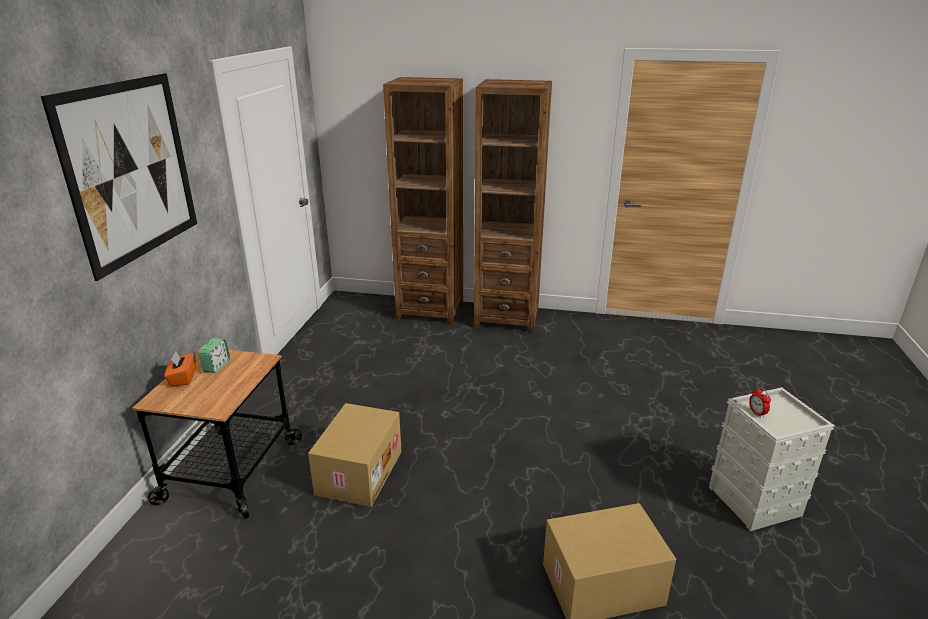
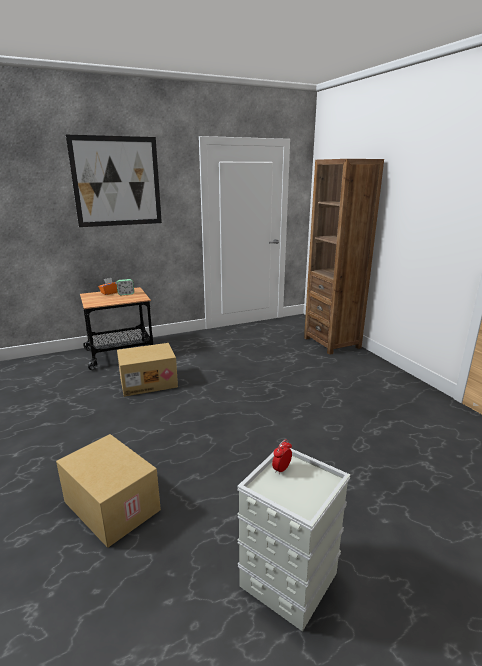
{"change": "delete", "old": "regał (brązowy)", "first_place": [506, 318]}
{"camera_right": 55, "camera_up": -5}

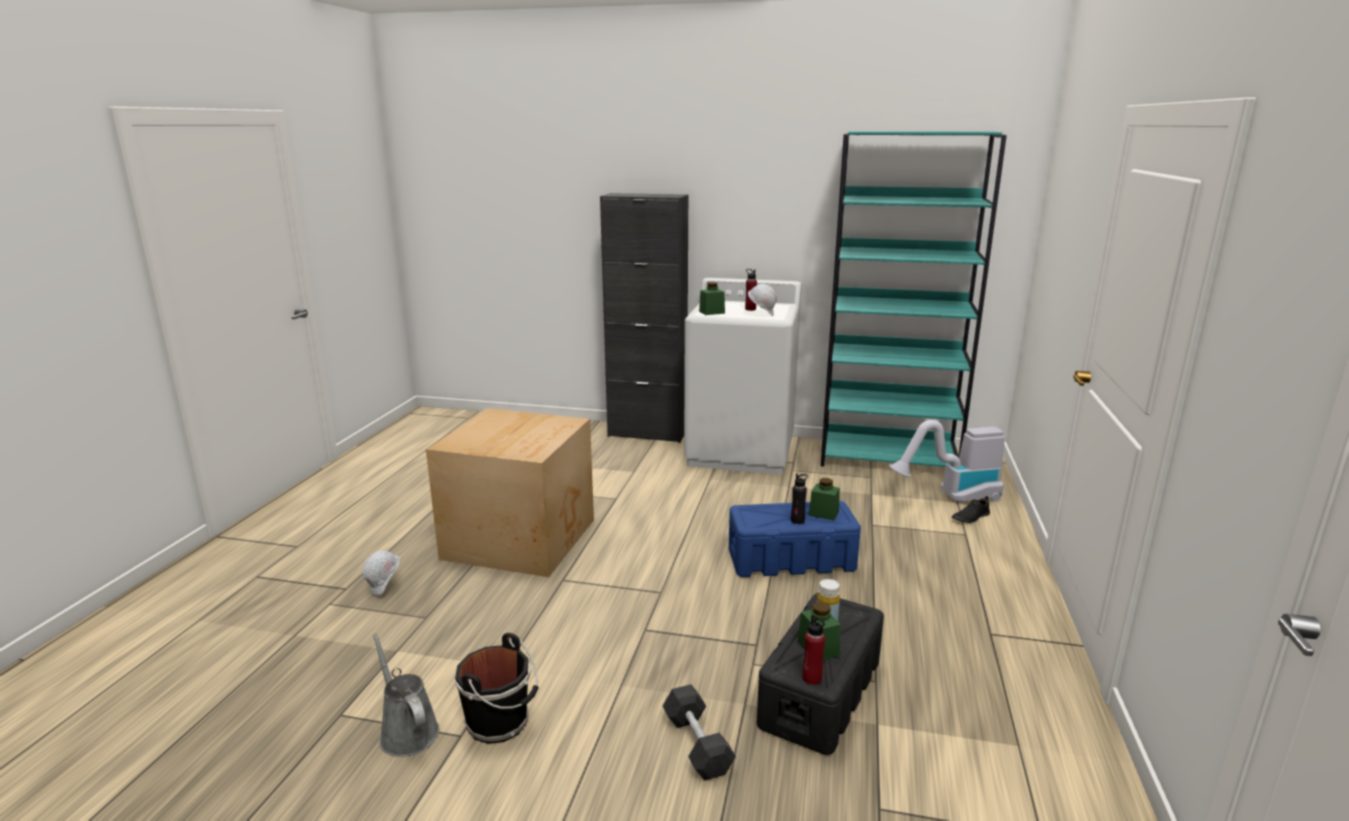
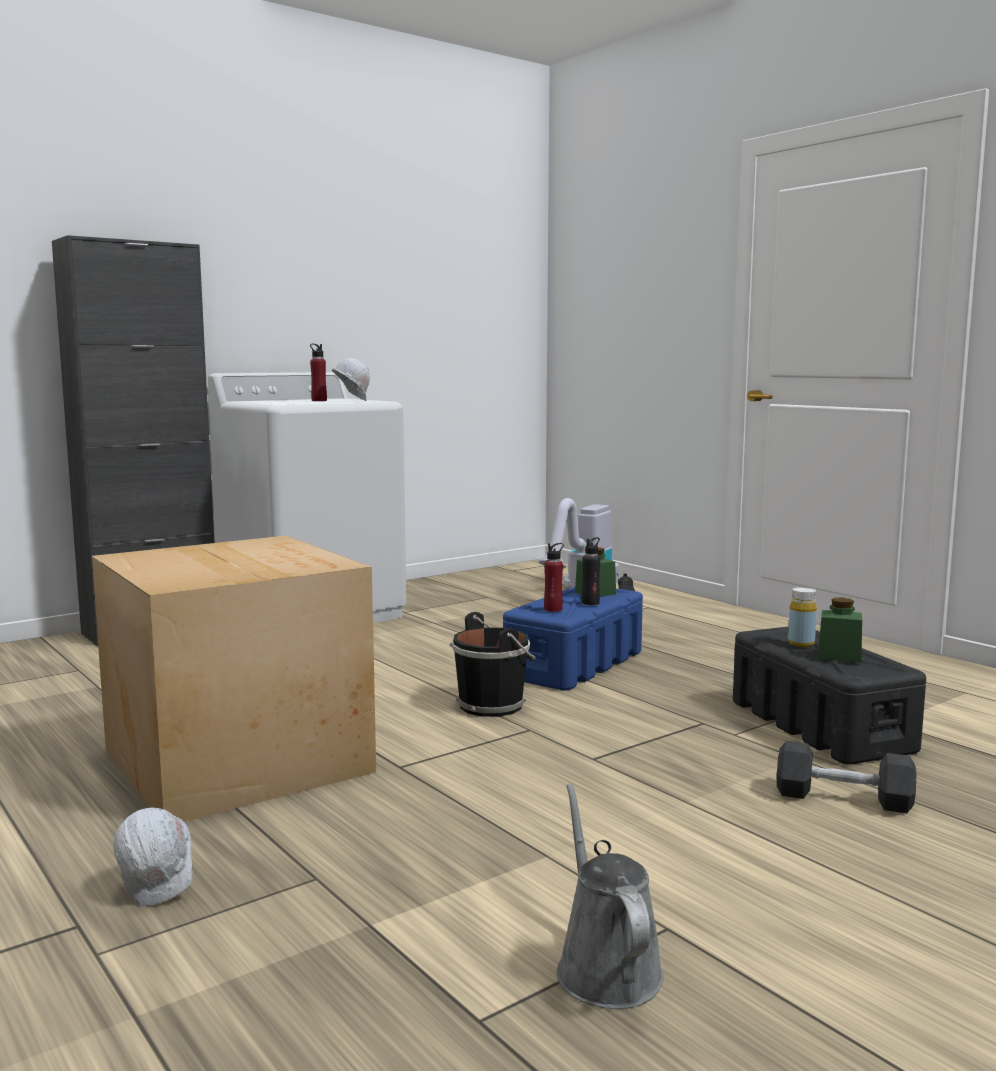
{"change": "move", "old": "wiadro (czarny)", "first_place": [500, 722], "second_place": [494, 705]}
{"change": "move", "old": "butelka (czerwony)", "first_place": [812, 678], "second_place": [553, 609]}
{"change": "rotate", "old": "konewka (szary)", "first_place": [407, 731], "second_place": [605, 968], "degrees": 75}
{"change": "delete", "old": "słoik (zielony)", "first_place": [712, 312]}
{"change": "delete", "old": "regał (turkusowy)", "first_place": [888, 458]}
{"camera_right": -50, "camera_up": -10}

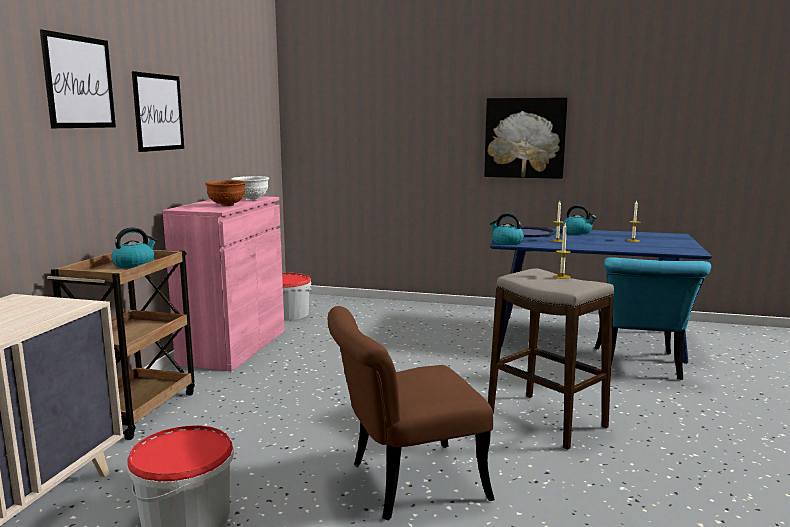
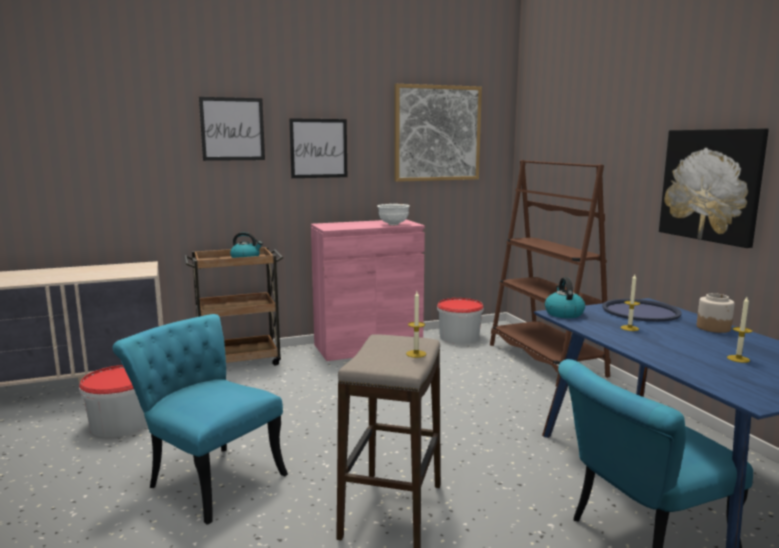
{"change": "recolor", "old": "krzesło (brązowy)", "new": "krzesło (turkusowy)", "first_place": [404, 483], "second_place": [208, 477]}
{"change": "insert", "new": "obraz", "second_place": [437, 133]}
{"change": "insert", "new": "regał (brązowy)", "second_place": [545, 360]}
{"change": "replace", "old": "czajnik", "new": "słoik", "first_place": [577, 232], "second_place": [713, 328]}
{"change": "delete", "old": "miska (brązowy)", "first_place": [226, 205]}
{"camera_right": 55, "camera_up": 0}

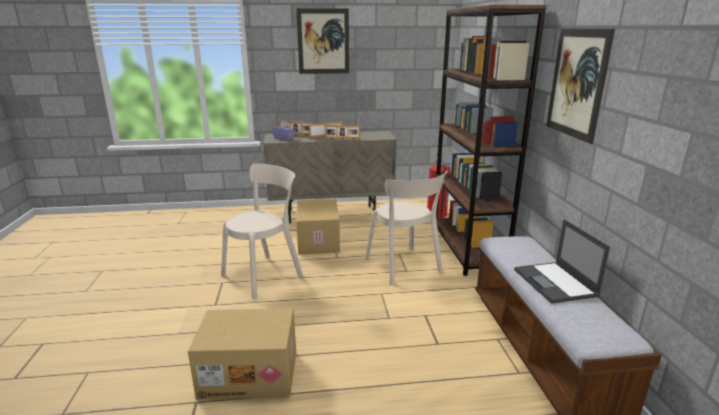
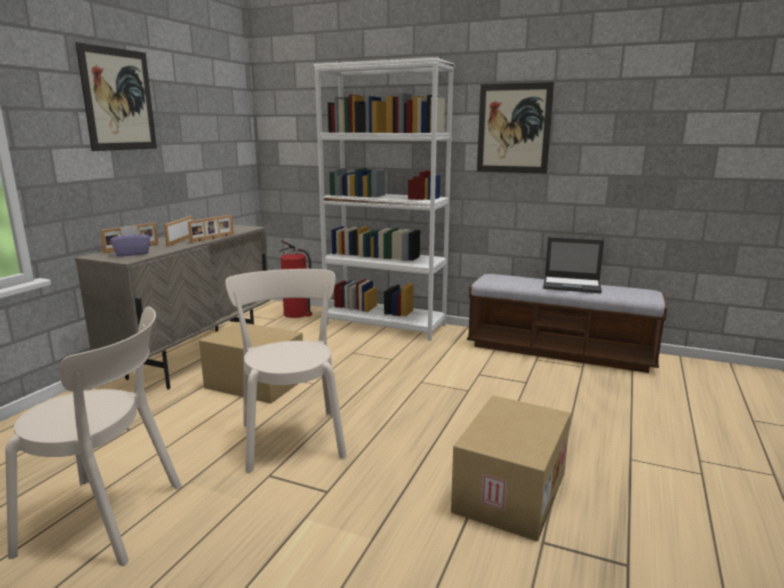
{"change": "move", "old": "krzesło (beżowy)", "first_place": [404, 266], "second_place": [110, 519]}
{"change": "recolor", "old": "regał (brązowy)", "new": "regał (biały)", "first_place": [467, 248], "second_place": [385, 324]}
{"camera_right": -60, "camera_up": -5}

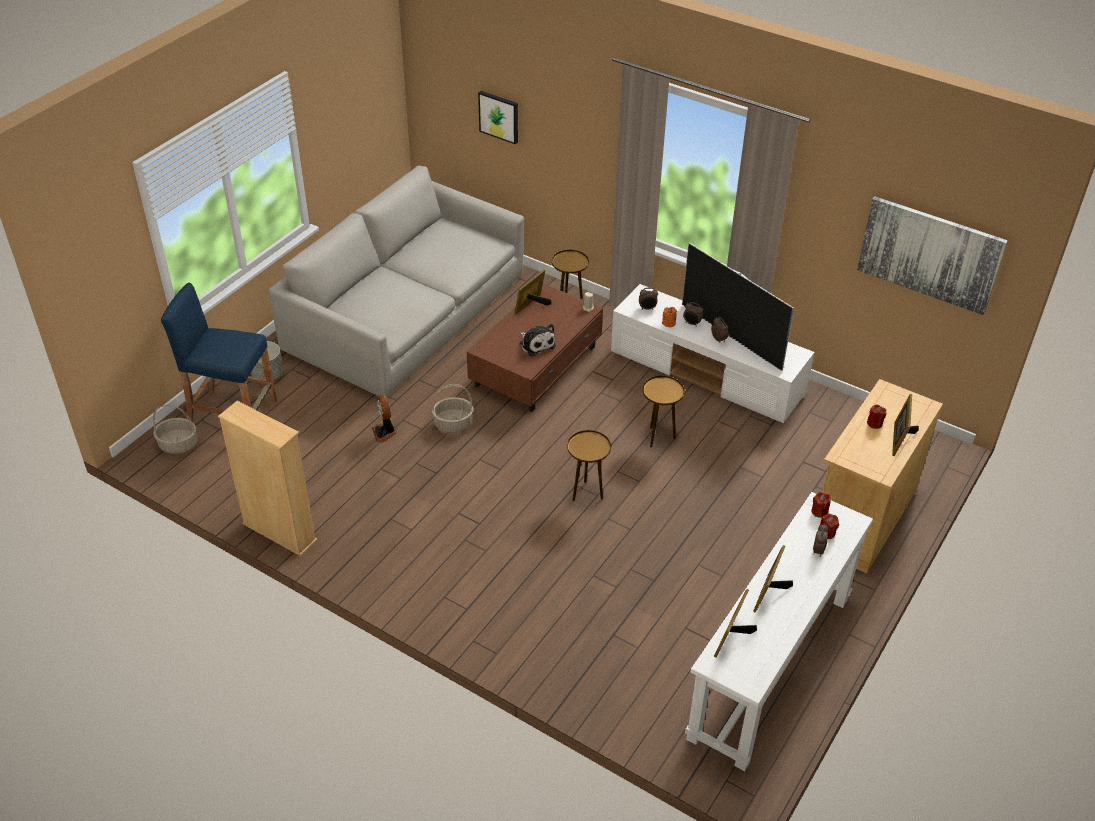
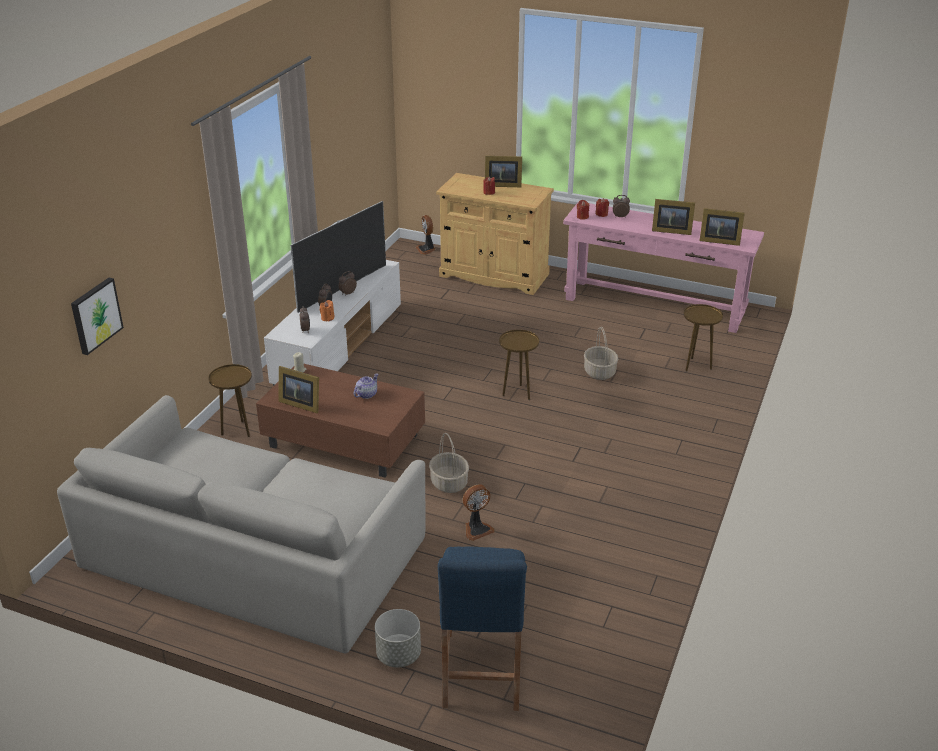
{"change": "replace", "old": "pluszak", "new": "imbryk", "first_place": [536, 344], "second_place": [366, 394]}
{"change": "insert", "new": "wentylator", "second_place": [426, 249]}
{"change": "recolor", "old": "stolik konsolowy (biały)", "new": "stolik konsolowy (różowy)", "first_place": [770, 666], "second_place": [654, 305]}
{"change": "move", "old": "koszyk", "first_place": [178, 445], "second_place": [600, 372]}
{"change": "move", "old": "stolik (brązowy)", "first_place": [658, 437], "second_place": [696, 366]}
{"change": "delete", "old": "regał (beżowy)", "first_place": [279, 532]}
{"change": "delete", "old": "obraz", "first_place": [930, 254]}
{"camera_right": -100, "camera_up": -10}

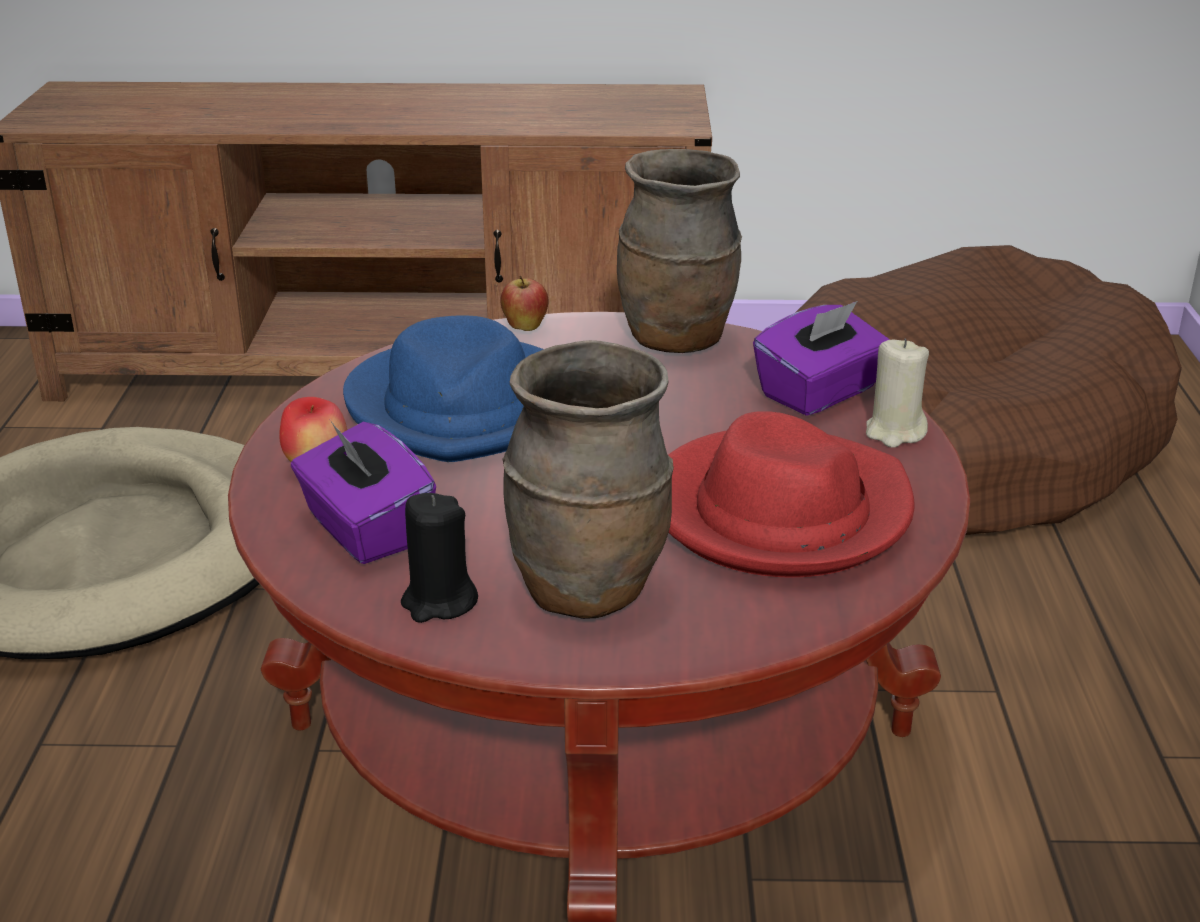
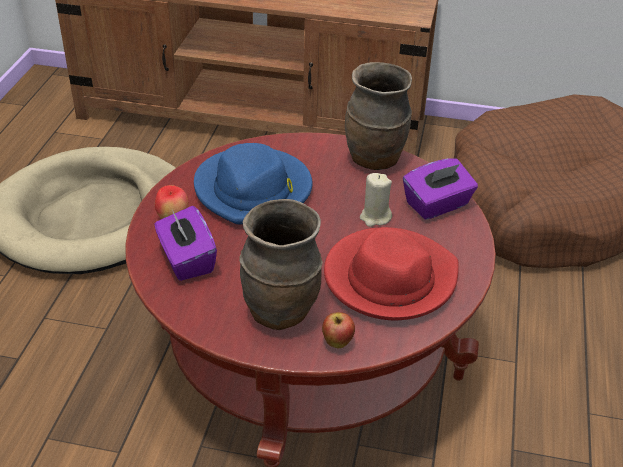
{"change": "move", "old": "jabłko", "first_place": [525, 329], "second_place": [337, 343]}
{"change": "move", "old": "świeca (beżowy)", "first_place": [894, 432], "second_place": [375, 217]}
{"change": "delete", "old": "świeca (czarny)", "first_place": [439, 602]}
{"camera_right": 10, "camera_up": 10}

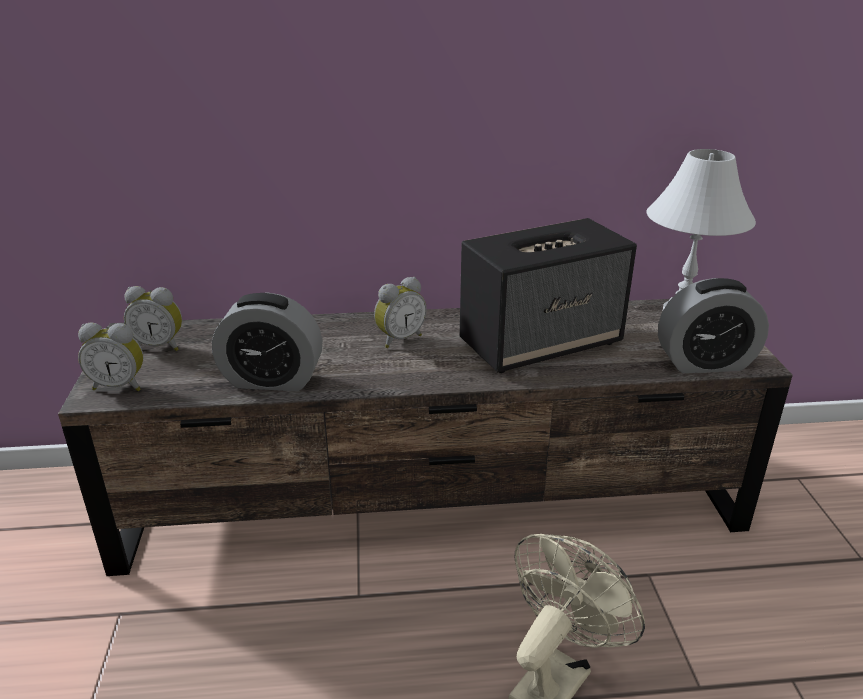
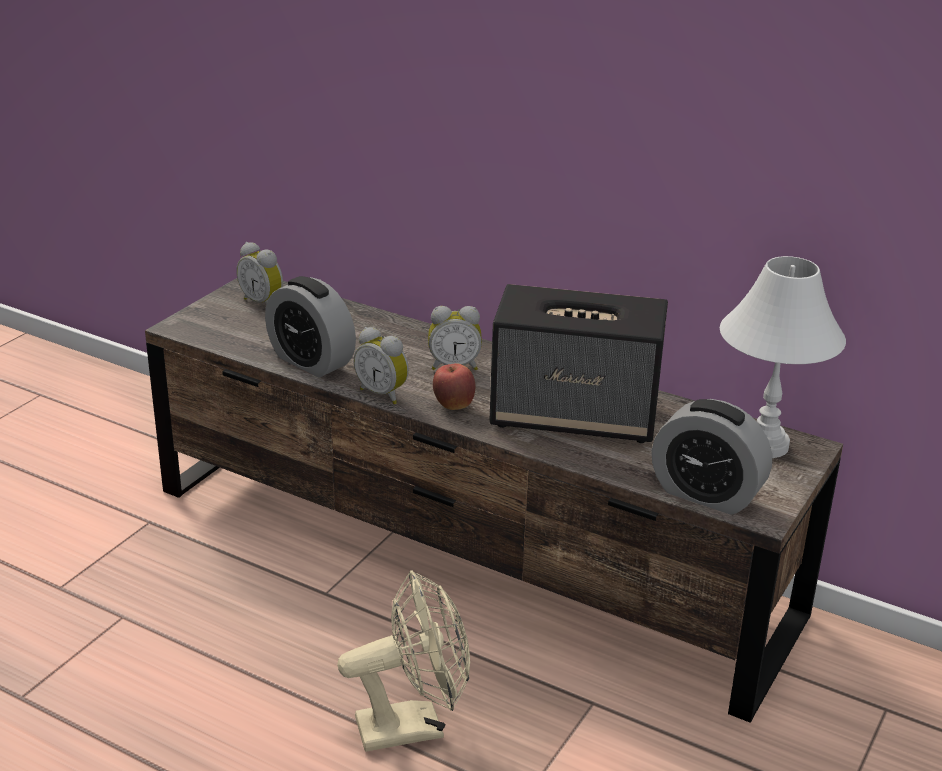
{"change": "move", "old": "budzik", "first_place": [120, 385], "second_place": [383, 393]}
{"change": "insert", "new": "jabłko", "second_place": [453, 406]}
{"camera_right": 35, "camera_up": 0}

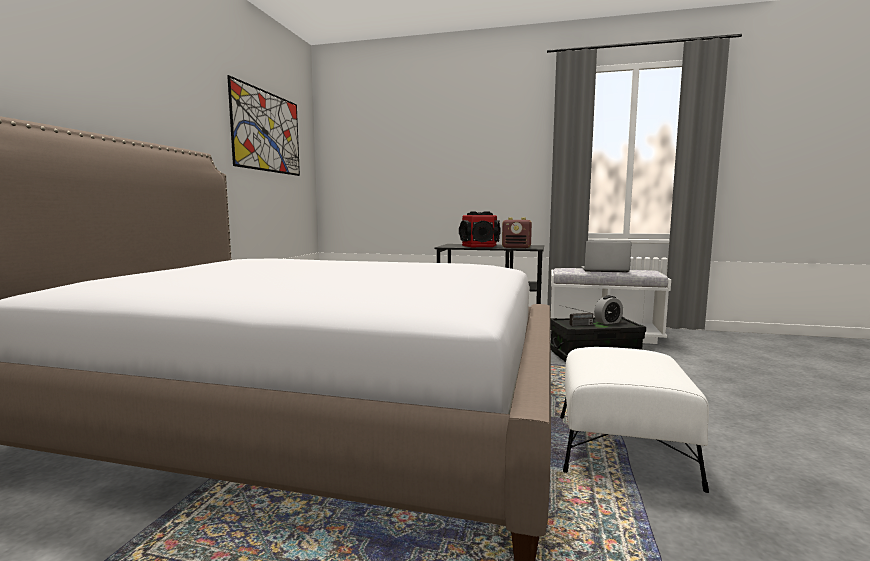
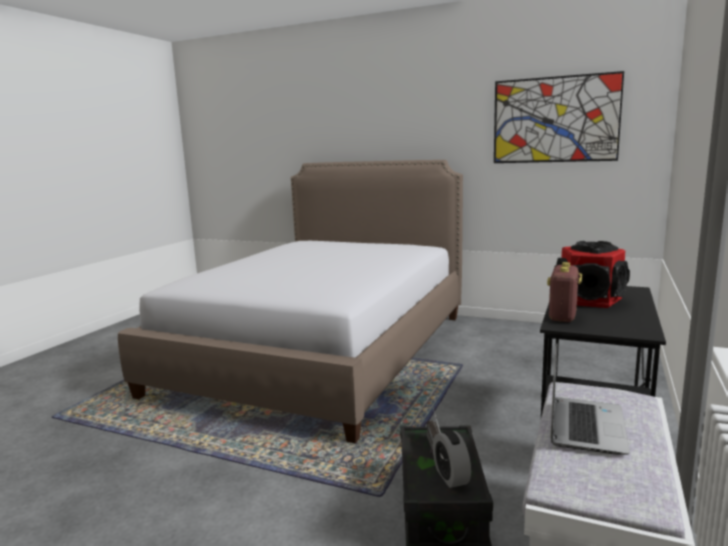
{"change": "delete", "old": "pufa (biały)", "first_place": [623, 449]}
{"camera_right": 100, "camera_up": 5}

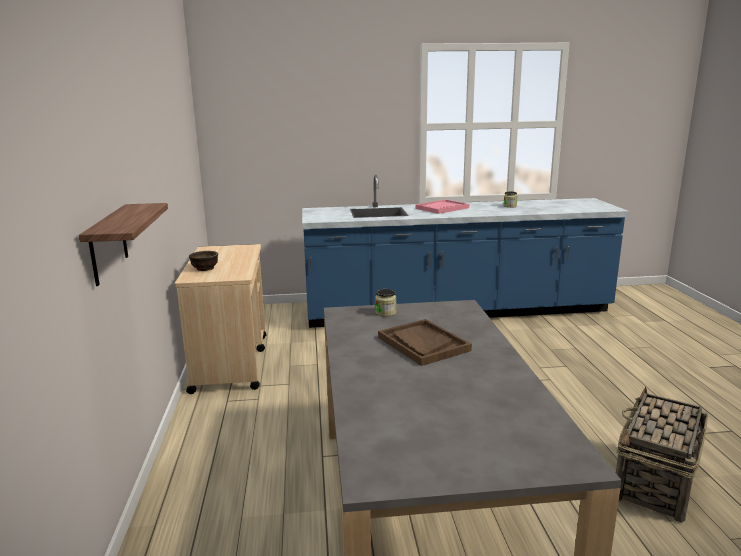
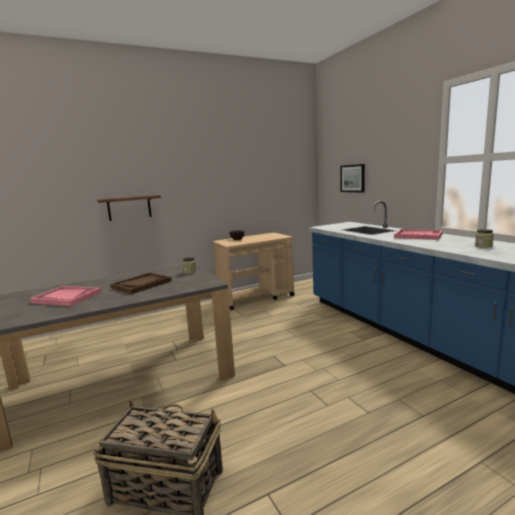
{"change": "insert", "new": "taca (różowy)", "second_place": [66, 297]}
{"change": "insert", "new": "obraz", "second_place": [352, 178]}
{"camera_right": 70, "camera_up": -5}

